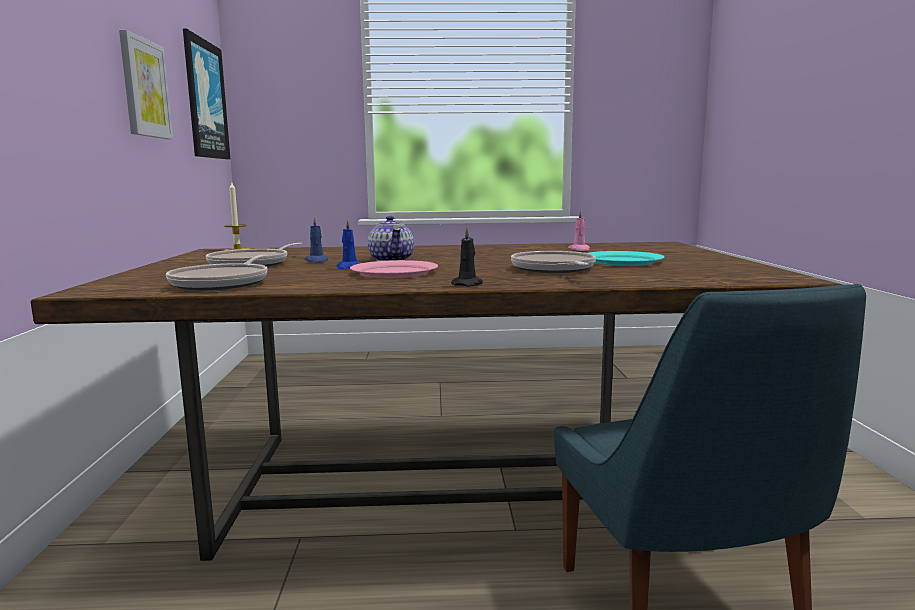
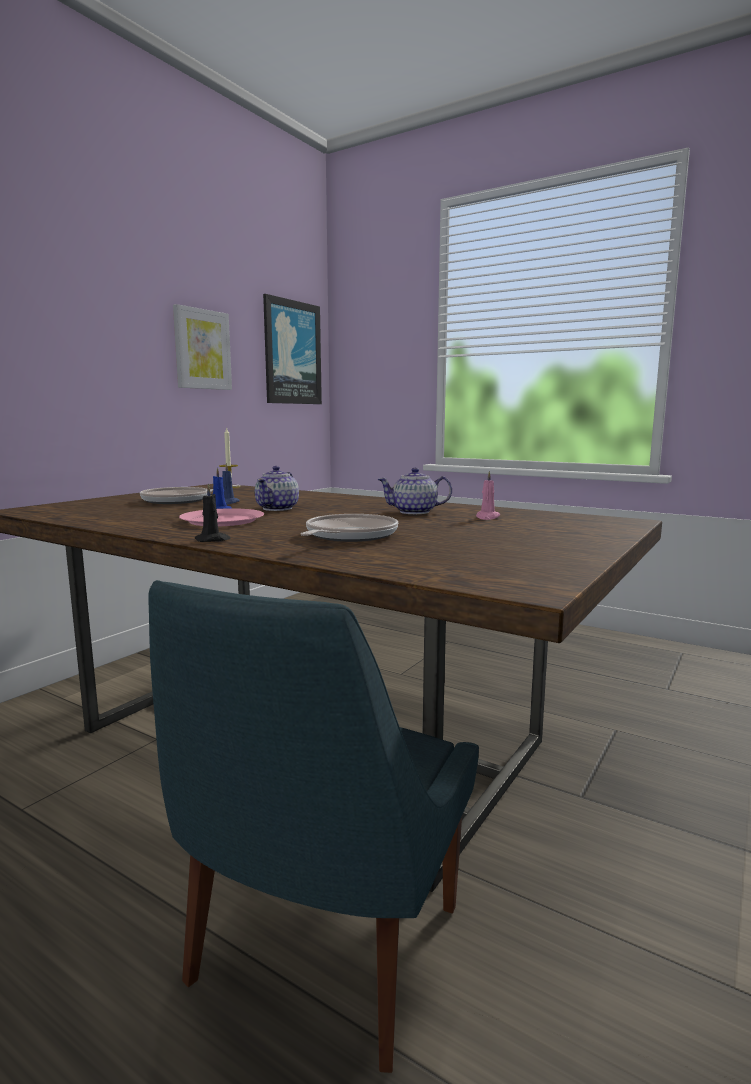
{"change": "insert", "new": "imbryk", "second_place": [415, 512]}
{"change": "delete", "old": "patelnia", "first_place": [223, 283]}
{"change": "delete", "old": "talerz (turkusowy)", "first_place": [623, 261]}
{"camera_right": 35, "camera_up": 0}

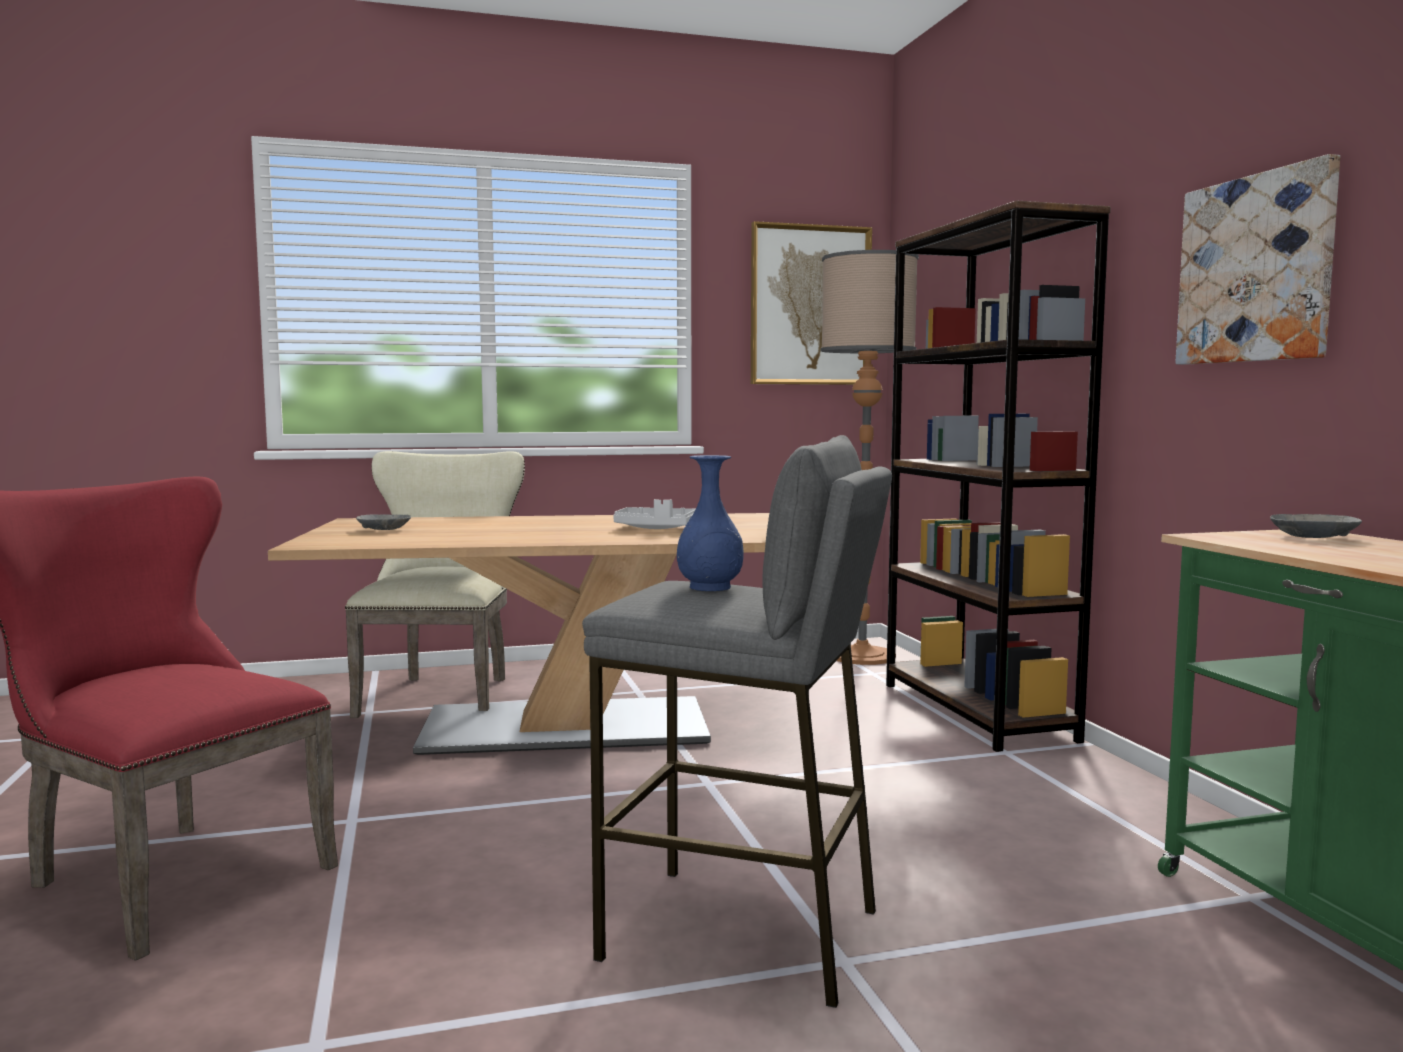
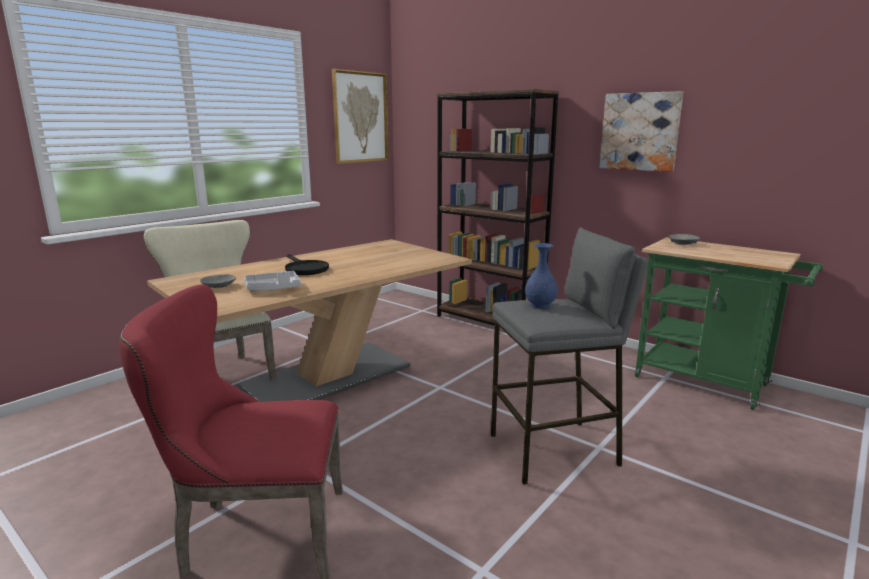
{"change": "move", "old": "taca (szary)", "first_place": [656, 528], "second_place": [273, 289]}
{"change": "insert", "new": "patelnia (czarny)", "second_place": [304, 269]}
{"change": "delete", "old": "lampa stojąca", "first_place": [862, 656]}
{"camera_right": -35, "camera_up": 10}

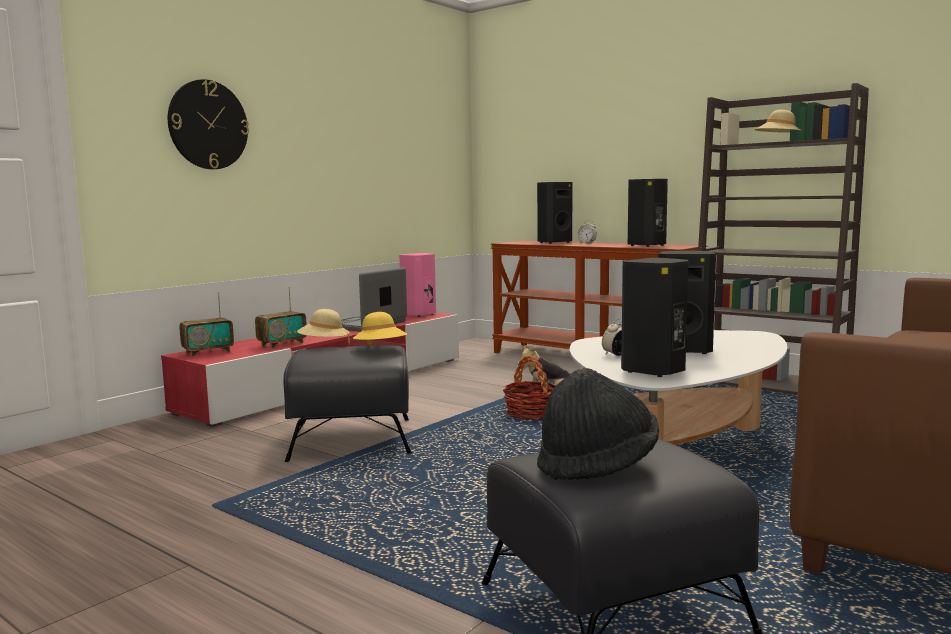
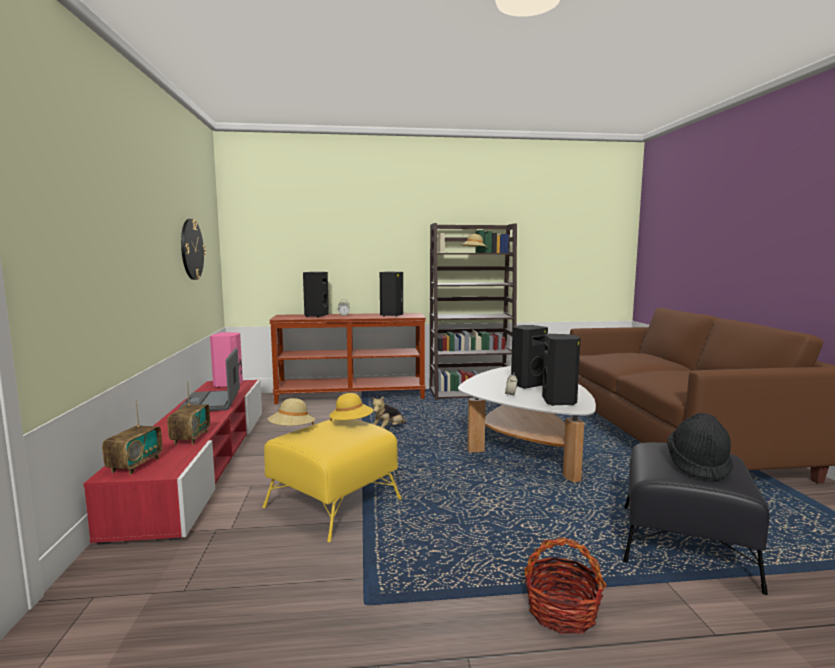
{"change": "move", "old": "zegar ścienny", "first_place": [208, 125], "second_place": [191, 249]}
{"change": "recolor", "old": "pufa (czarny)", "new": "pufa (żółty)", "first_place": [353, 439], "second_place": [334, 503]}
{"change": "move", "old": "koszyk", "first_place": [531, 414], "second_place": [561, 612]}
{"camera_right": -45, "camera_up": 0}

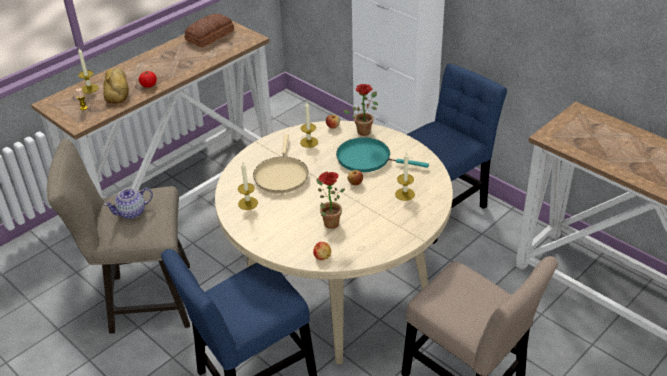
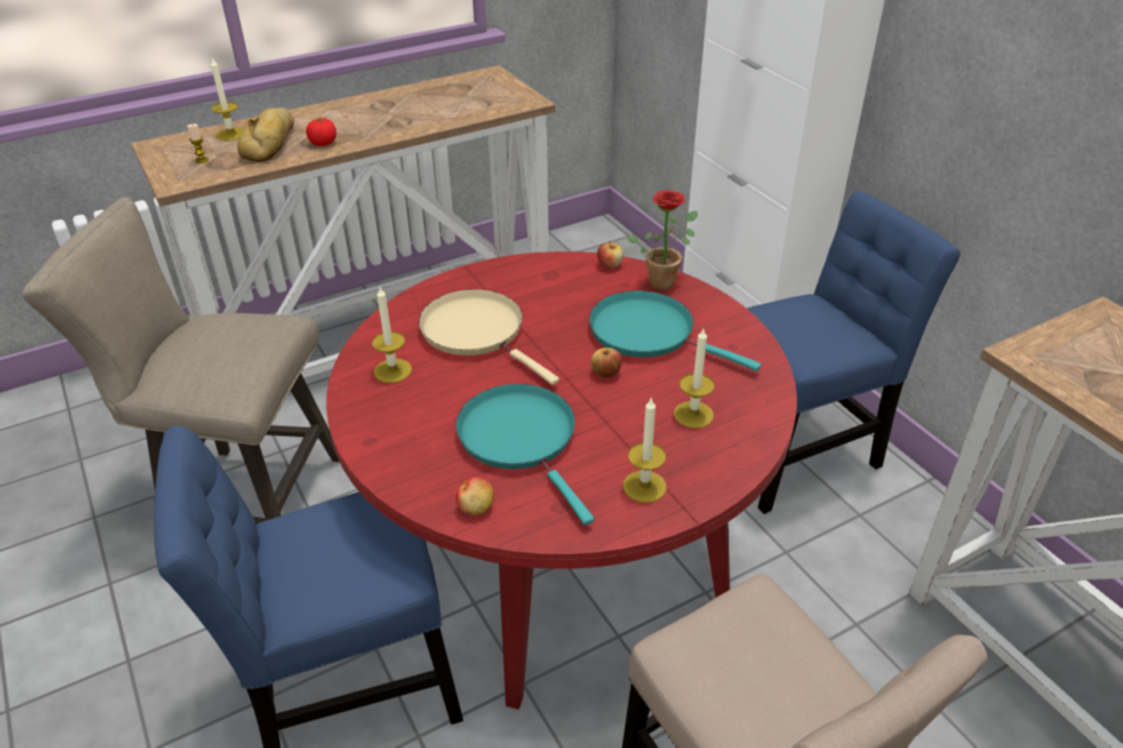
{"change": "recolor", "old": "stół jadalny (beżowy)", "new": "stół jadalny (czerwony)", "first_place": [337, 291], "second_place": [562, 561]}
{"change": "rotate", "old": "patelnia (beżowy)", "first_place": [281, 175], "second_place": [477, 332], "degrees": 120}
{"change": "replace", "old": "roślina doniczkowa", "new": "patelnia (turkusowy)", "first_place": [328, 222], "second_place": [521, 438]}
{"change": "move", "old": "świeca", "first_place": [309, 142], "second_place": [644, 486]}
{"change": "delete", "old": "imbryk", "first_place": [132, 212]}
{"change": "delete", "old": "chleb", "first_place": [211, 36]}
{"camera_right": 15, "camera_up": 0}

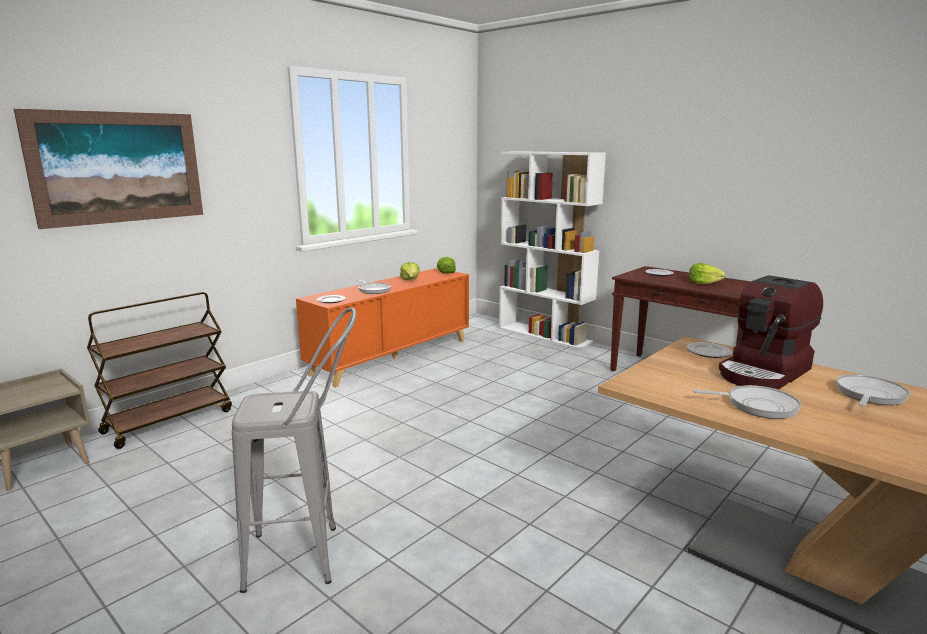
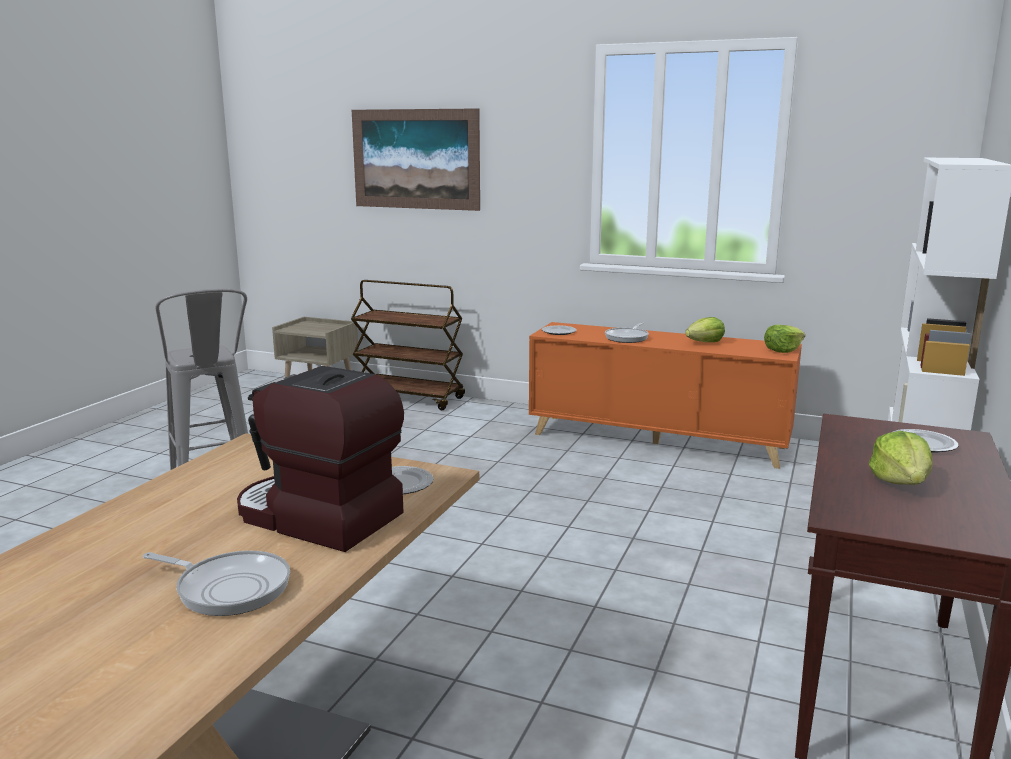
{"change": "delete", "old": "patelnia", "first_place": [757, 405]}
{"camera_right": 70, "camera_up": 0}

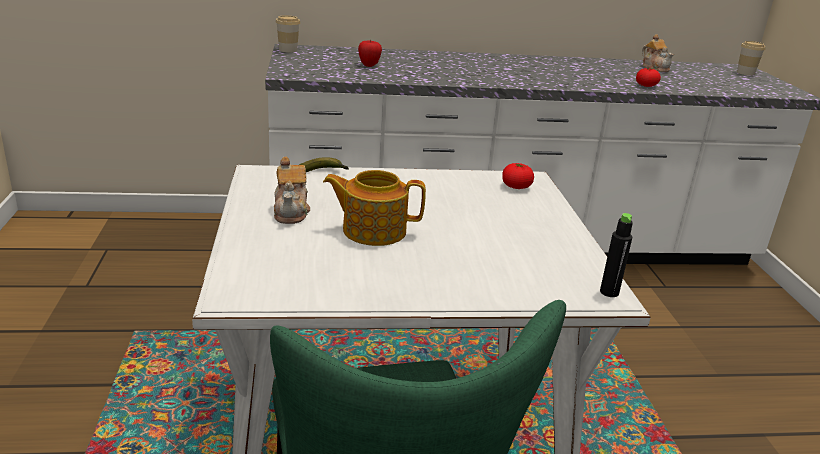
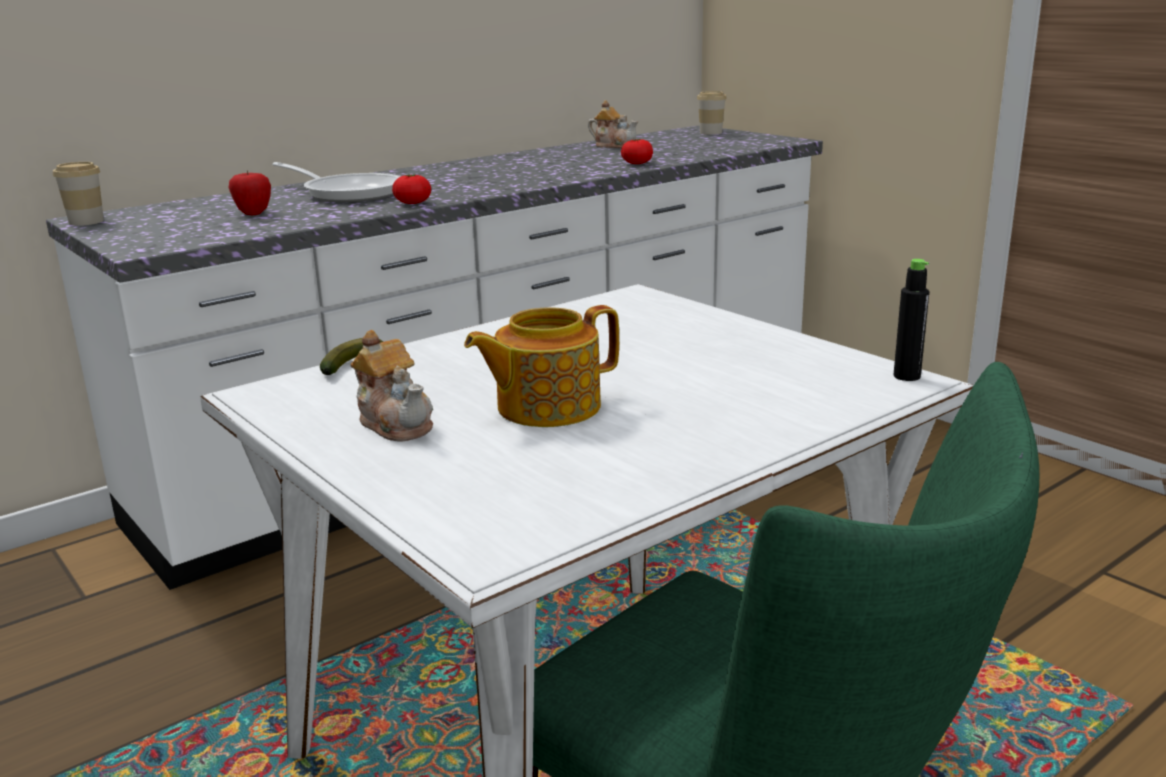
{"change": "insert", "new": "patelnia", "second_place": [348, 193]}
{"change": "move", "old": "pomidor", "first_place": [516, 187], "second_place": [413, 203]}
{"camera_right": -30, "camera_up": -5}

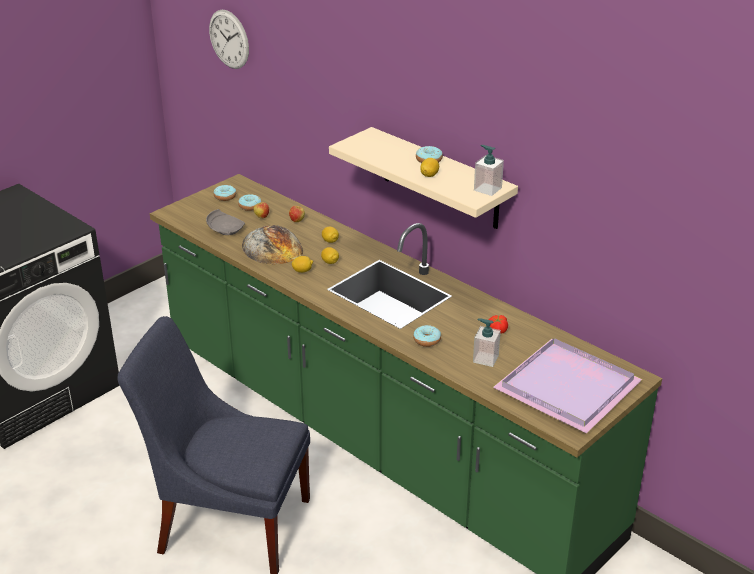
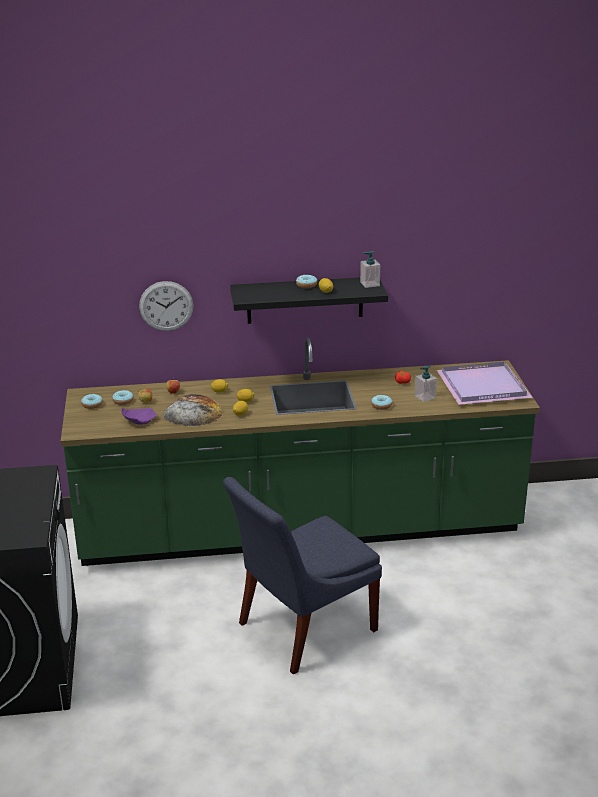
{"change": "recolor", "old": "talerz (szary)", "new": "talerz (fioletowy)", "first_place": [225, 229], "second_place": [138, 421]}
{"change": "move", "old": "zegar ścienny", "first_place": [229, 39], "second_place": [166, 306]}
{"change": "recolor", "old": "półka (beżowy)", "new": "półka (czarny)", "first_place": [440, 179], "second_place": [305, 300]}
{"camera_right": -50, "camera_up": -5}

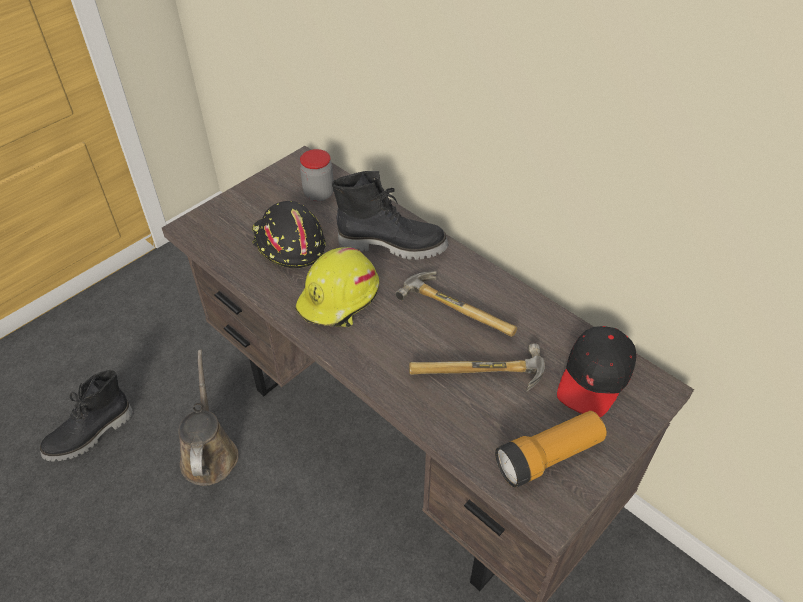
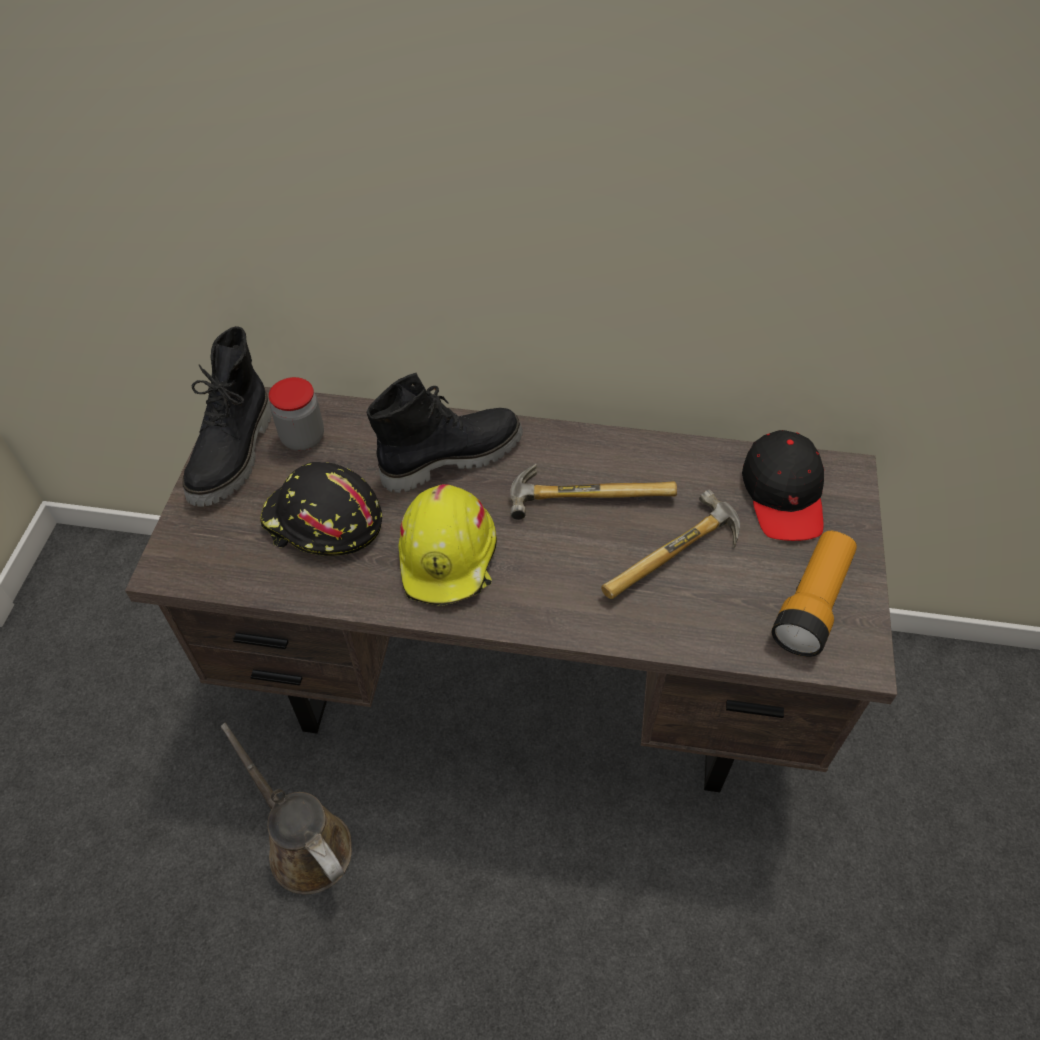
{"change": "move", "old": "but z cholewką (czarny)", "first_place": [90, 435], "second_place": [235, 455]}
{"camera_right": -35, "camera_up": 5}

